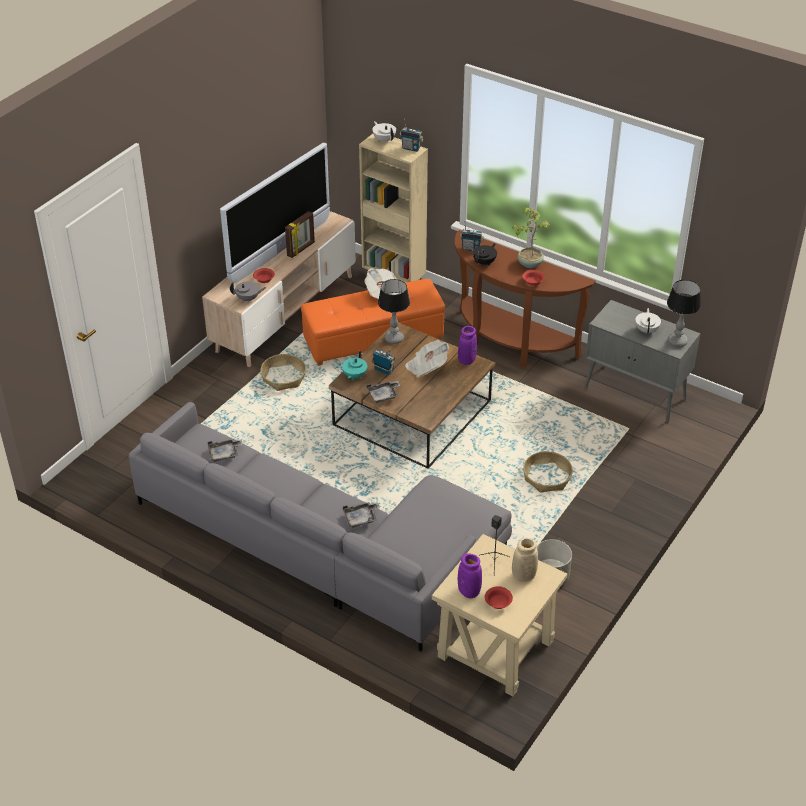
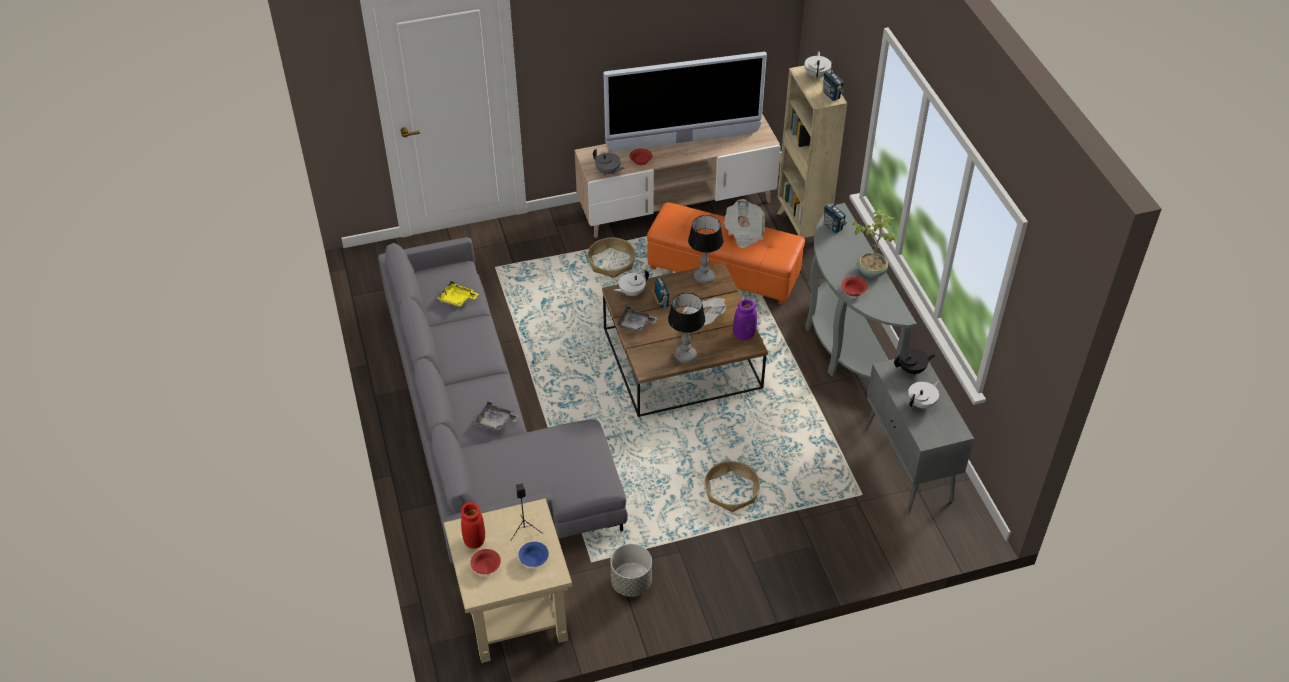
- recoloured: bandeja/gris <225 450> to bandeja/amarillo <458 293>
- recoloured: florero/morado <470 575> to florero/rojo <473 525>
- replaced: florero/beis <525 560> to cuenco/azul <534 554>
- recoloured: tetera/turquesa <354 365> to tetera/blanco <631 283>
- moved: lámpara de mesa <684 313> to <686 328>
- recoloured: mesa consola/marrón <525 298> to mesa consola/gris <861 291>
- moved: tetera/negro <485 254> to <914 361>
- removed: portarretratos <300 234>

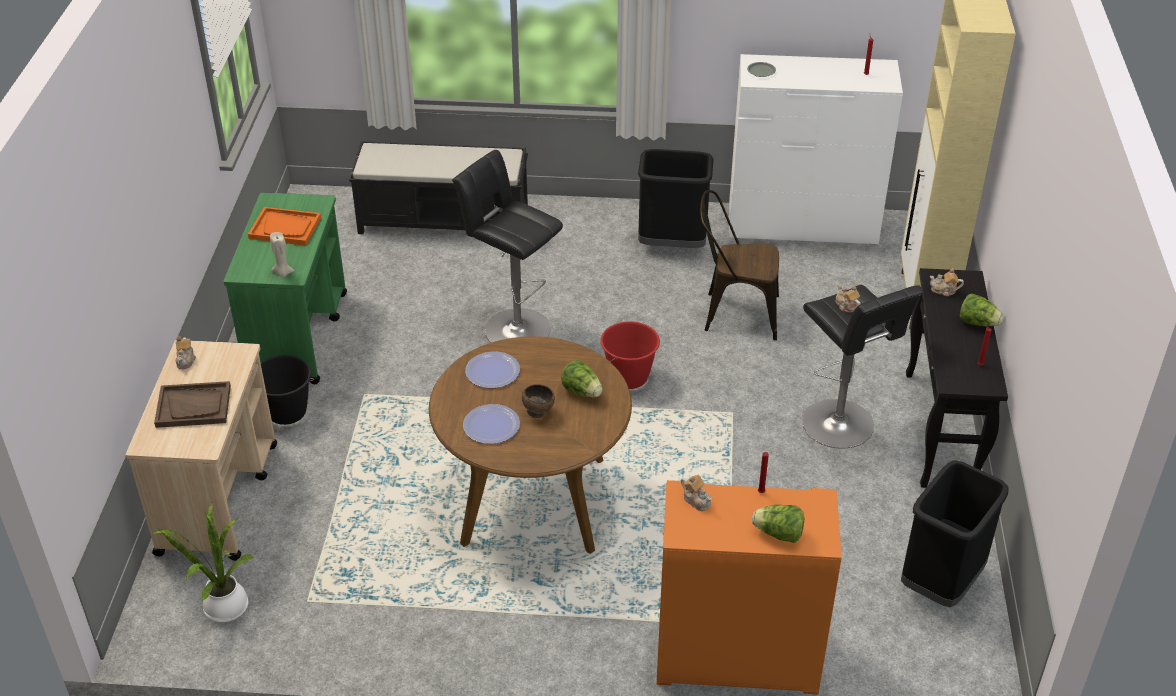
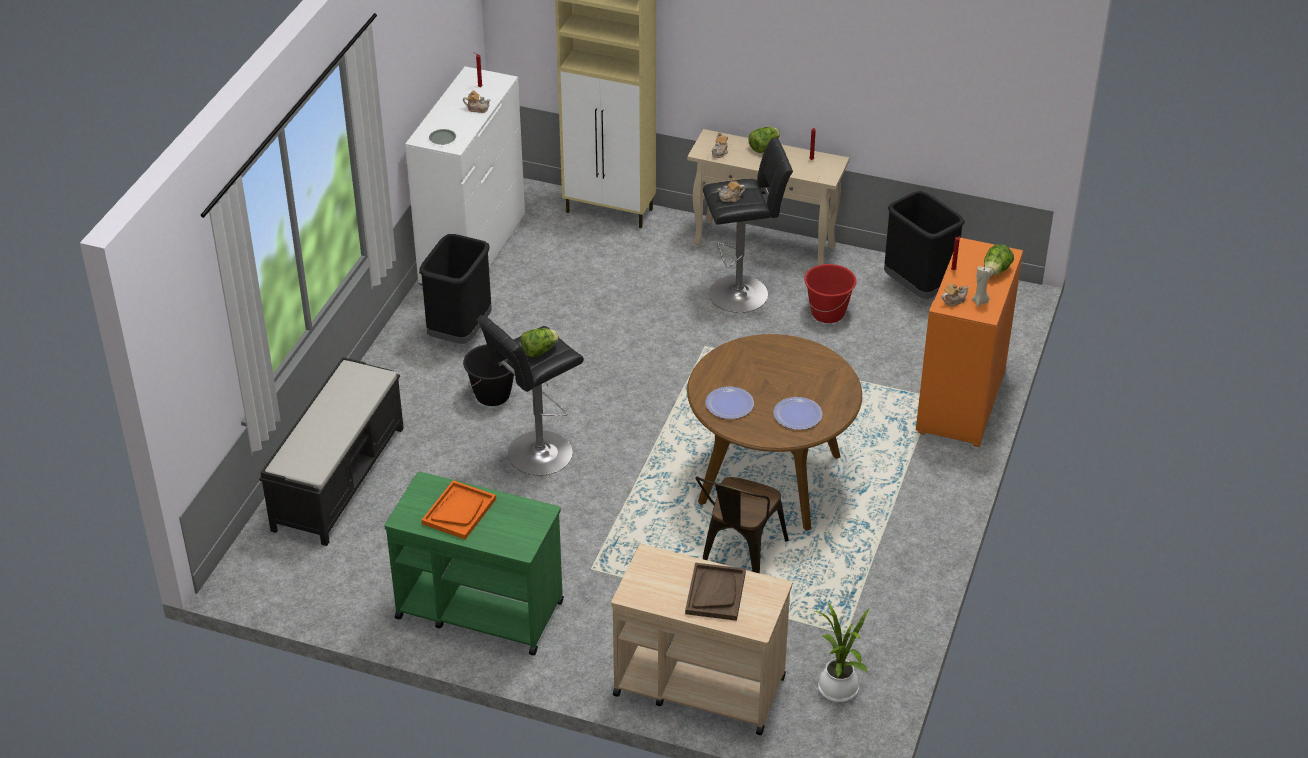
- moved: tetera <186 352> to <476 102>
- moved: cubo/negro <287 390> to <488 375>
- moved: lechuga <581 378> to <540 342>
- recoloured: mesa consola/negro <957 378> to mesa consola/beis <768 197>
- moved: silla/marrón <739 265> to <742 525>
- moved: cubo/rojo <630 355> to <830 293>
- moved: vela/beis <282 254> to <981 286>
- removed: cuenco/marrón <538 401>

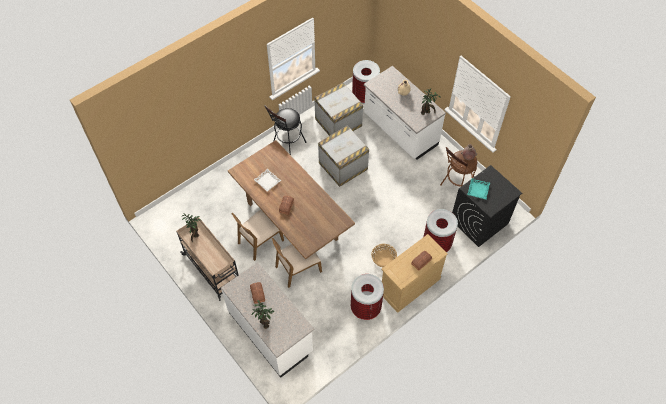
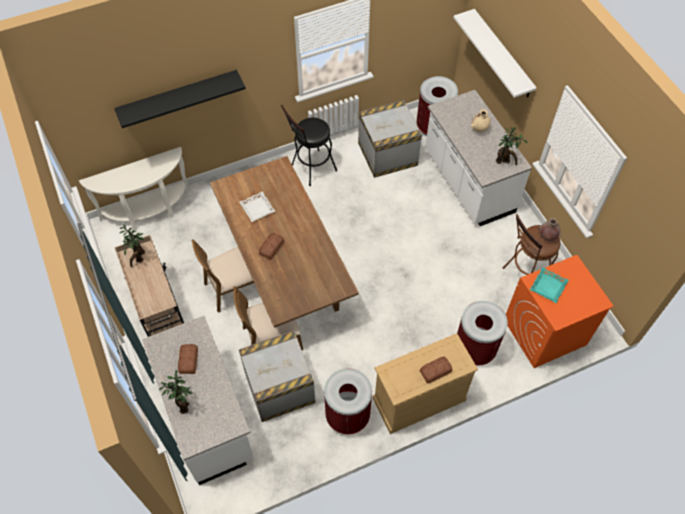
- added: mesa consola/blanco <135 189>
- added: estante/negro <180 99>
- moved: caja de embalaje <343 156> to <277 376>
- added: estante/blanco <495 53>
- recoloured: lavadora/negro <487 206> to lavadora/naranja <560 311>
- removed: cesta <384 255>

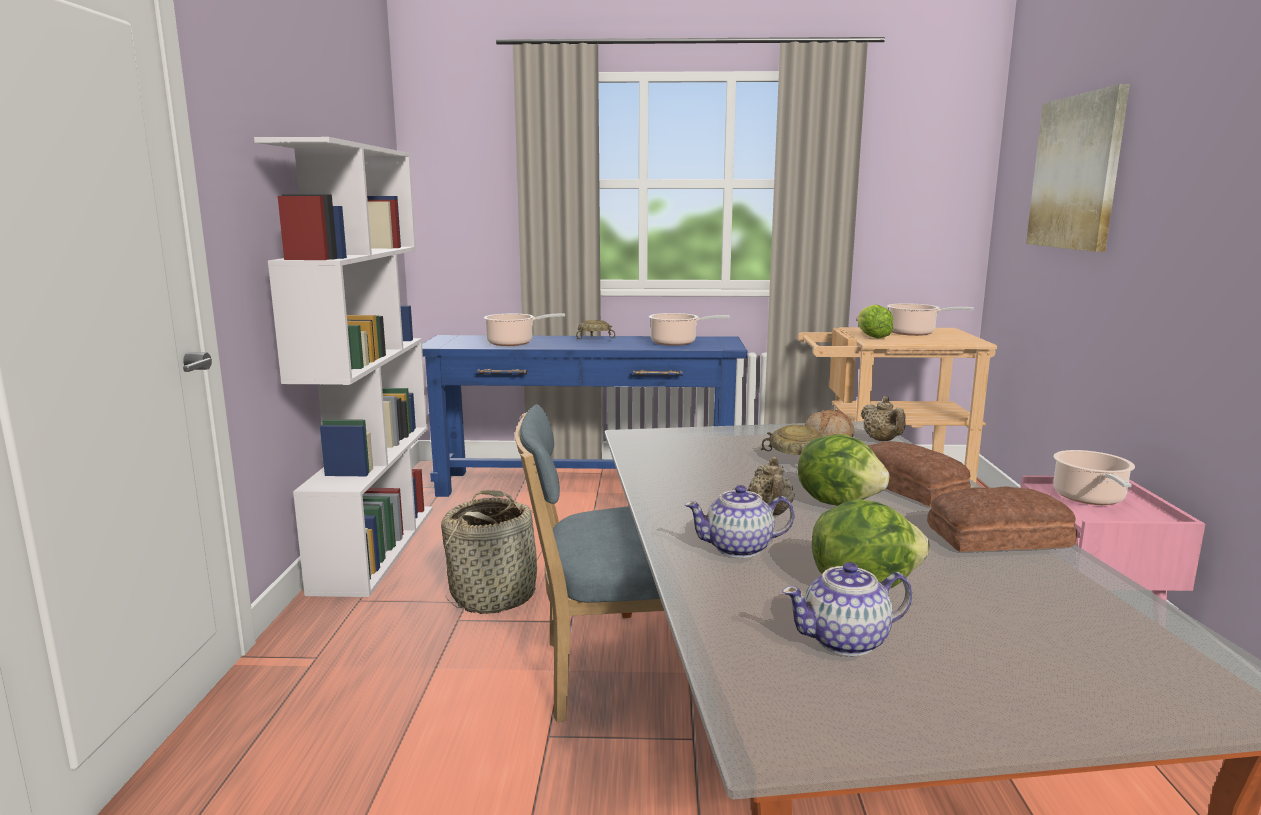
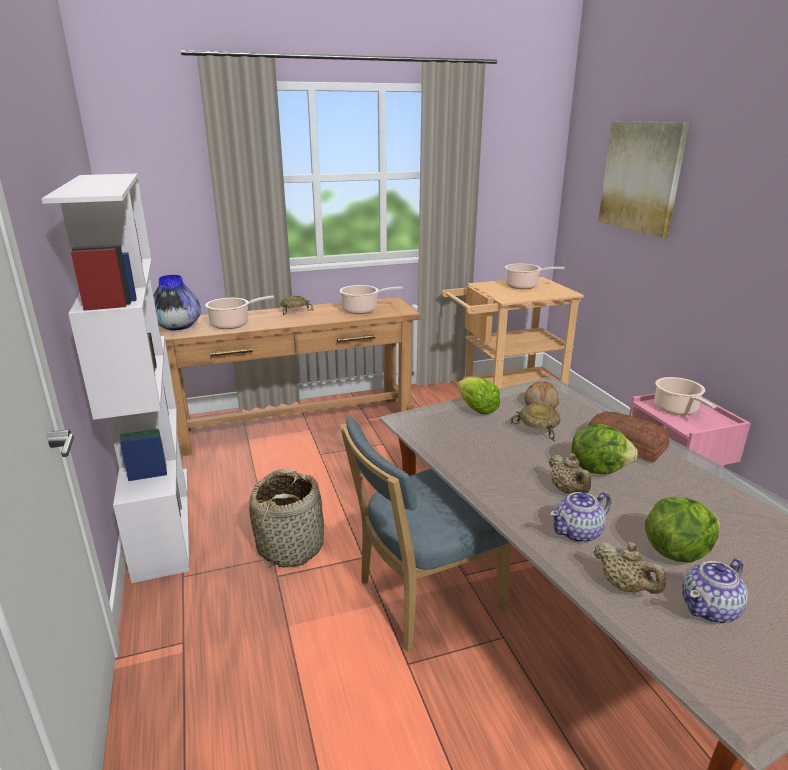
- added: florero <177 302>
- recoloured: mesa consola/azul <584 416> to mesa consola/marrón <290 377>
- moved: lechuga <875 321> to <478 395>
- moved: tetera/beis <883 418> to <630 568>
- removed: pan <1002 519>

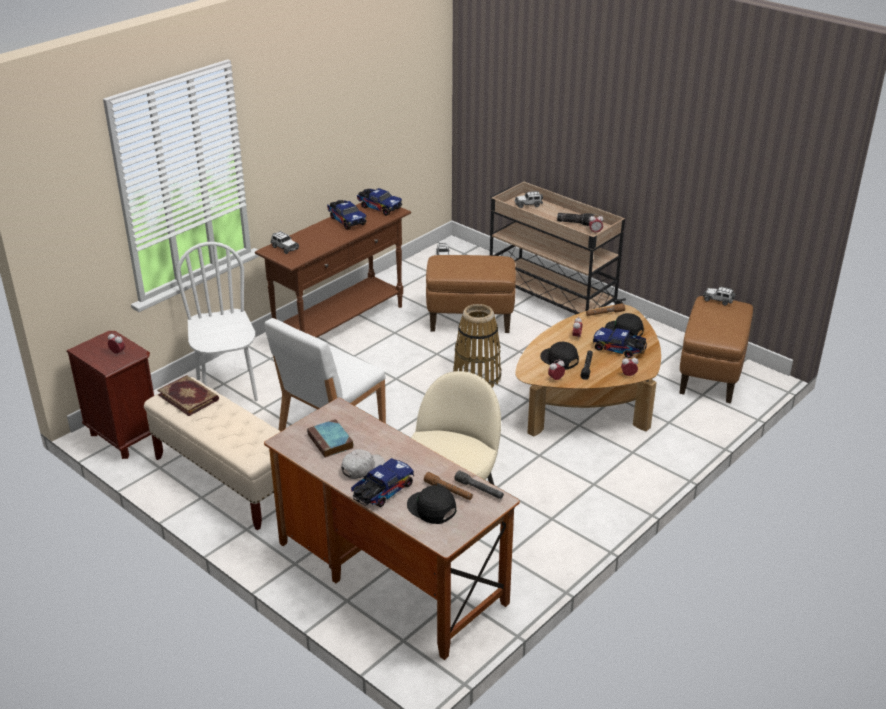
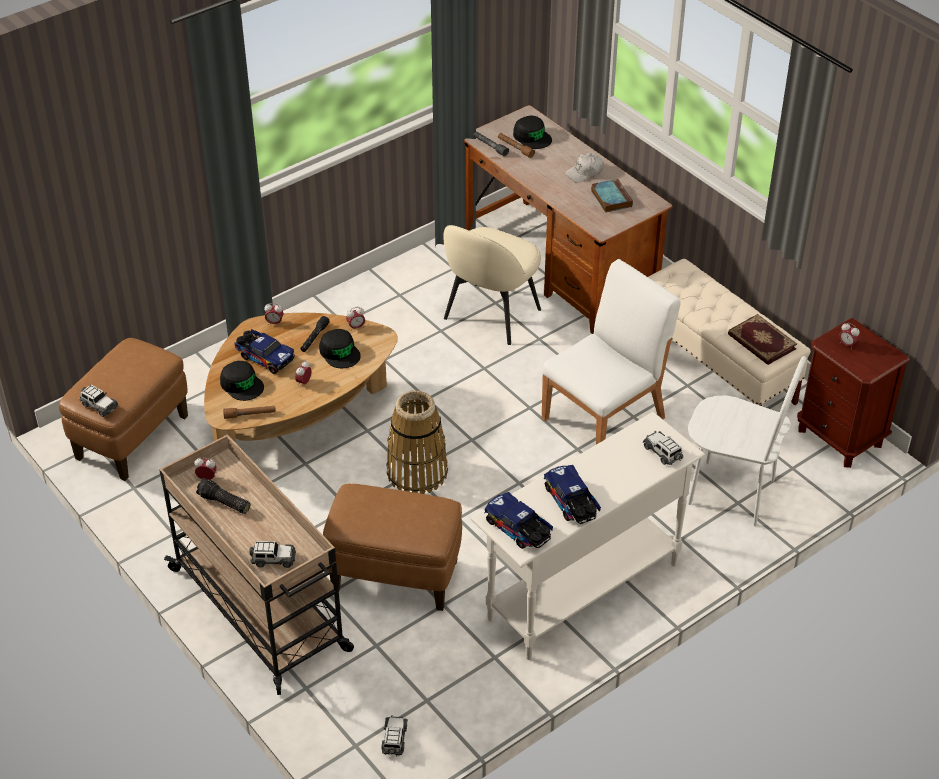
- recoloured: mesa consola/marrón <333 270> to mesa consola/blanco <588 536>
- turned: silla/blanco <217 321> = <747 441> 60 degrees counterclockwise
- removed: camión de juguete <382 482>

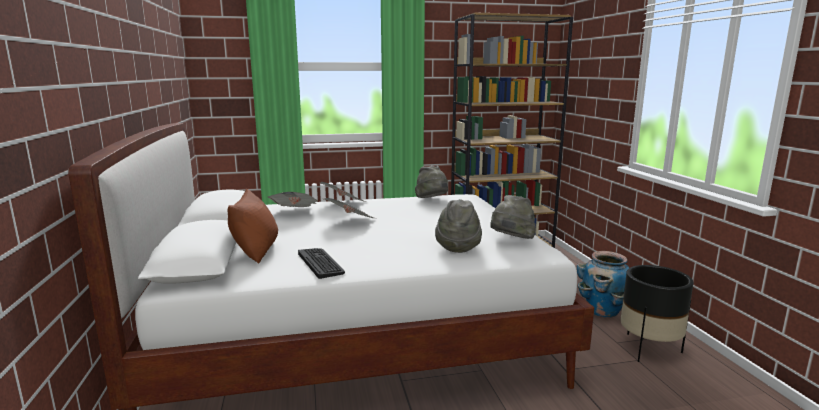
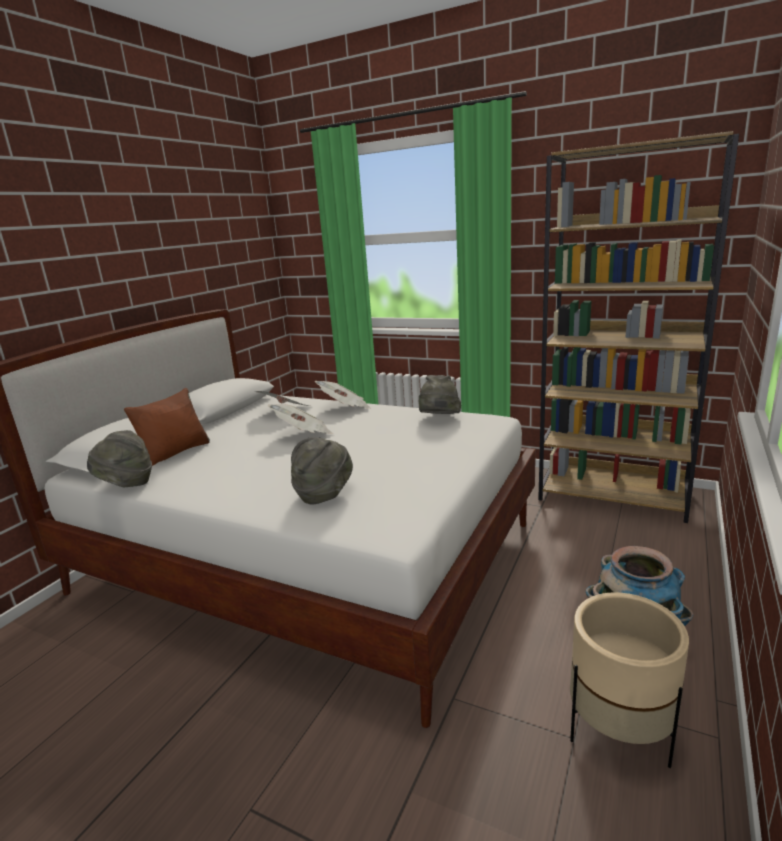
- moved: sombrero/gris <513 217> to <119 458>
- recoloured: maceta/negro <657 313> to maceta/beis <629 680>
- removed: teclado <321 263>

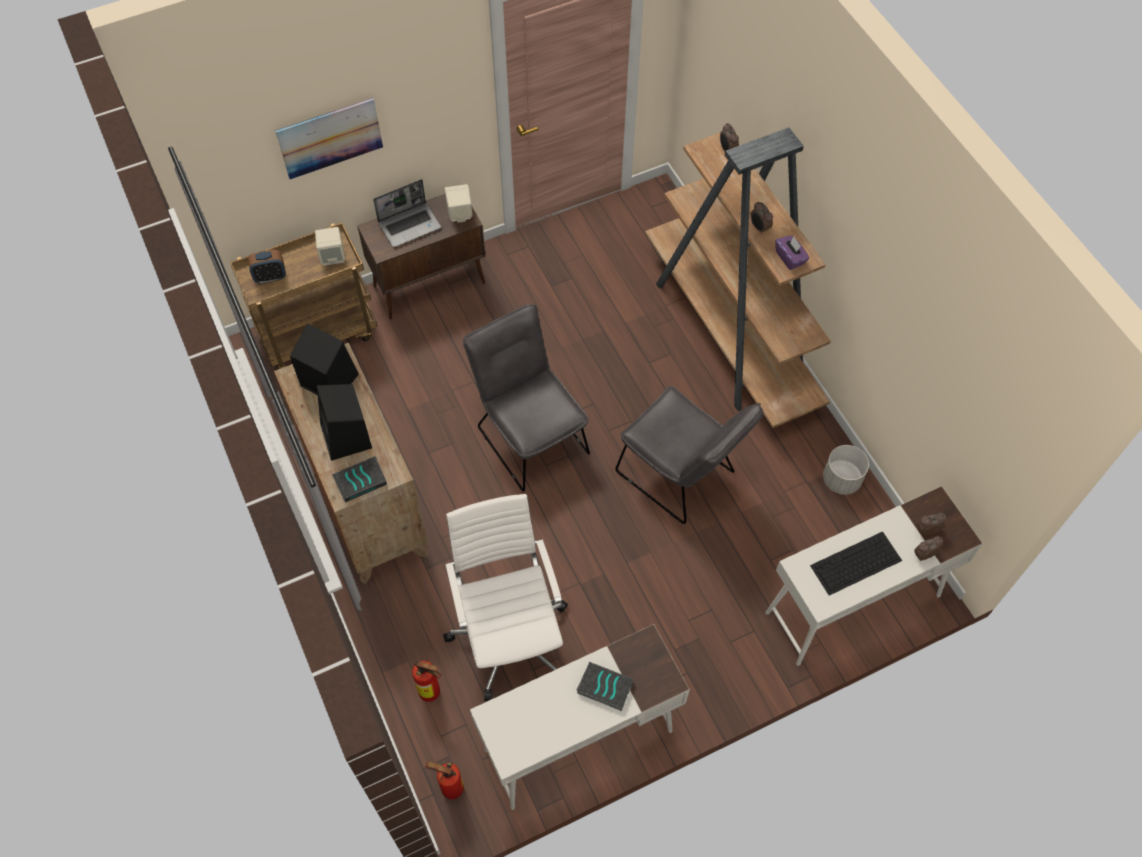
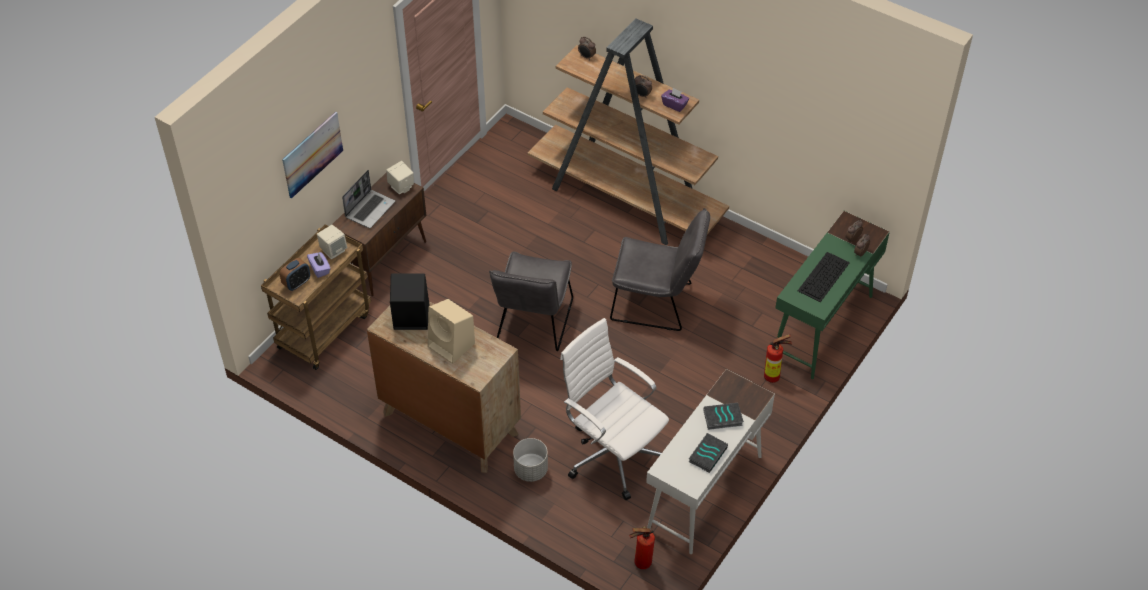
- added: caja de pañuelos/morado <318 265>
- recoloured: altavoz/negro <344 422> to altavoz/beis <451 331>
- turned: silla/gris <526 398> = <531 301> 105 degrees counterclockwise
- moved: maceta/gris <846 470> to <530 460>
- moved: libro <359 479> to <708 453>
- moved: extintor <426 680> to <778 358>
- recoloured: escritorio/blanco <874 576> to escritorio/verde <832 295>

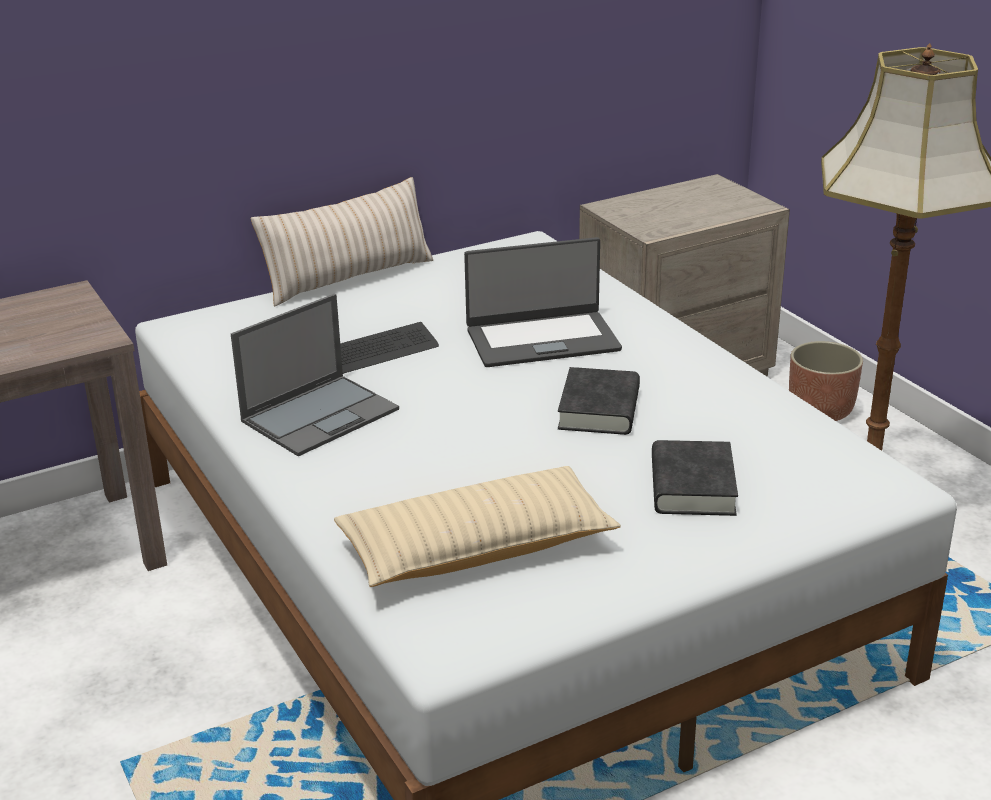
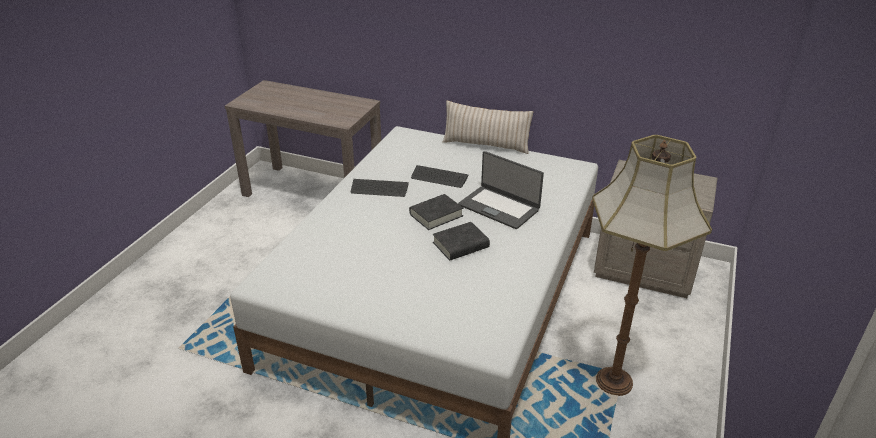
- replaced: portátil <315 375> to teclado <380 188>
- moved: libro/negro <695 478> to <436 212>
- removed: cojín/beis <477 526>
- removed: maceta <826 381>

